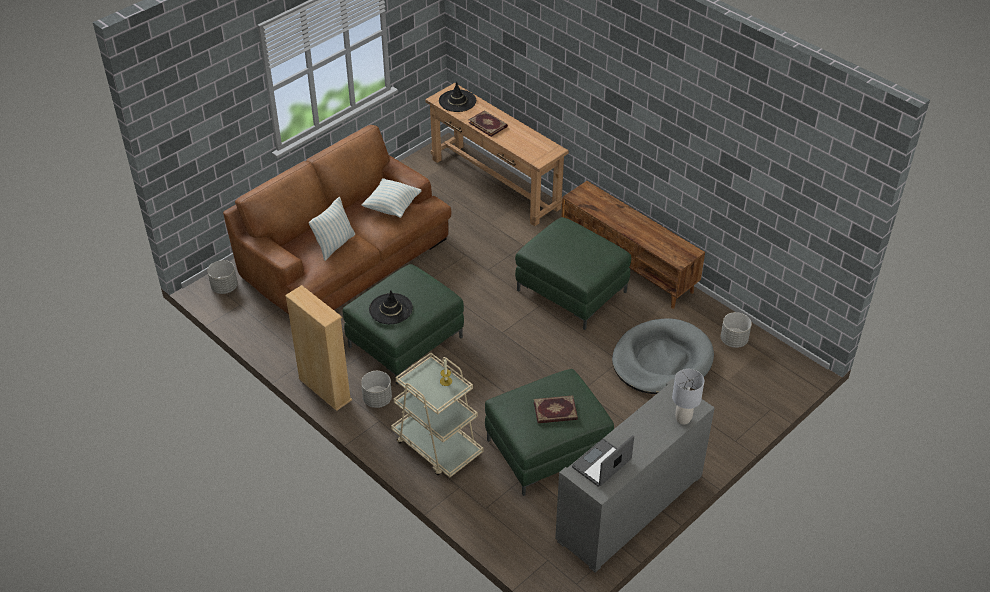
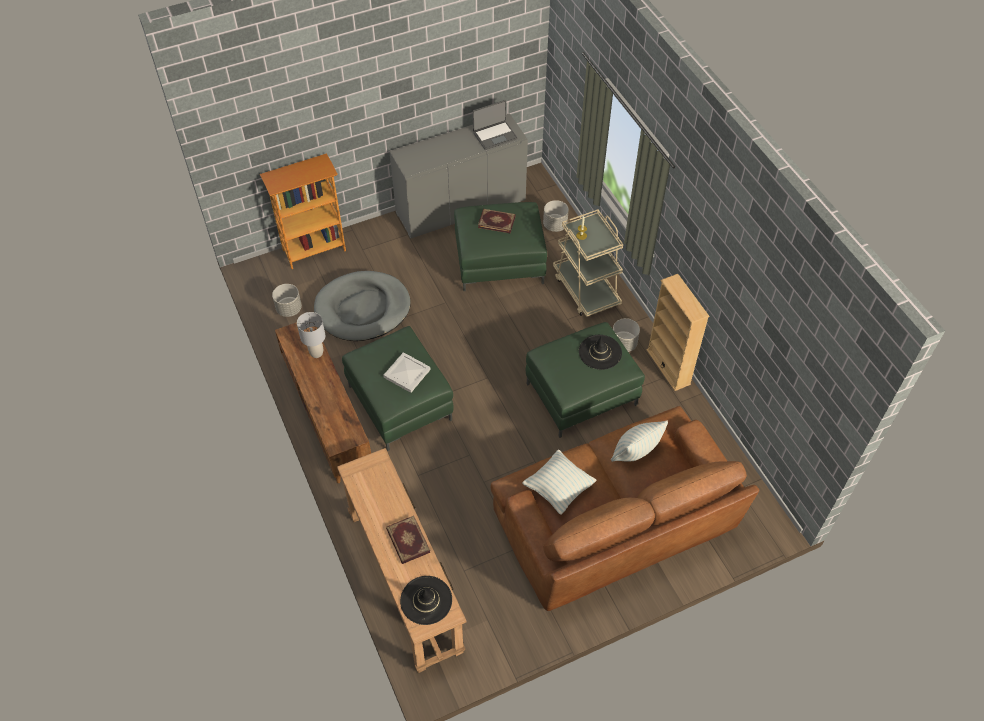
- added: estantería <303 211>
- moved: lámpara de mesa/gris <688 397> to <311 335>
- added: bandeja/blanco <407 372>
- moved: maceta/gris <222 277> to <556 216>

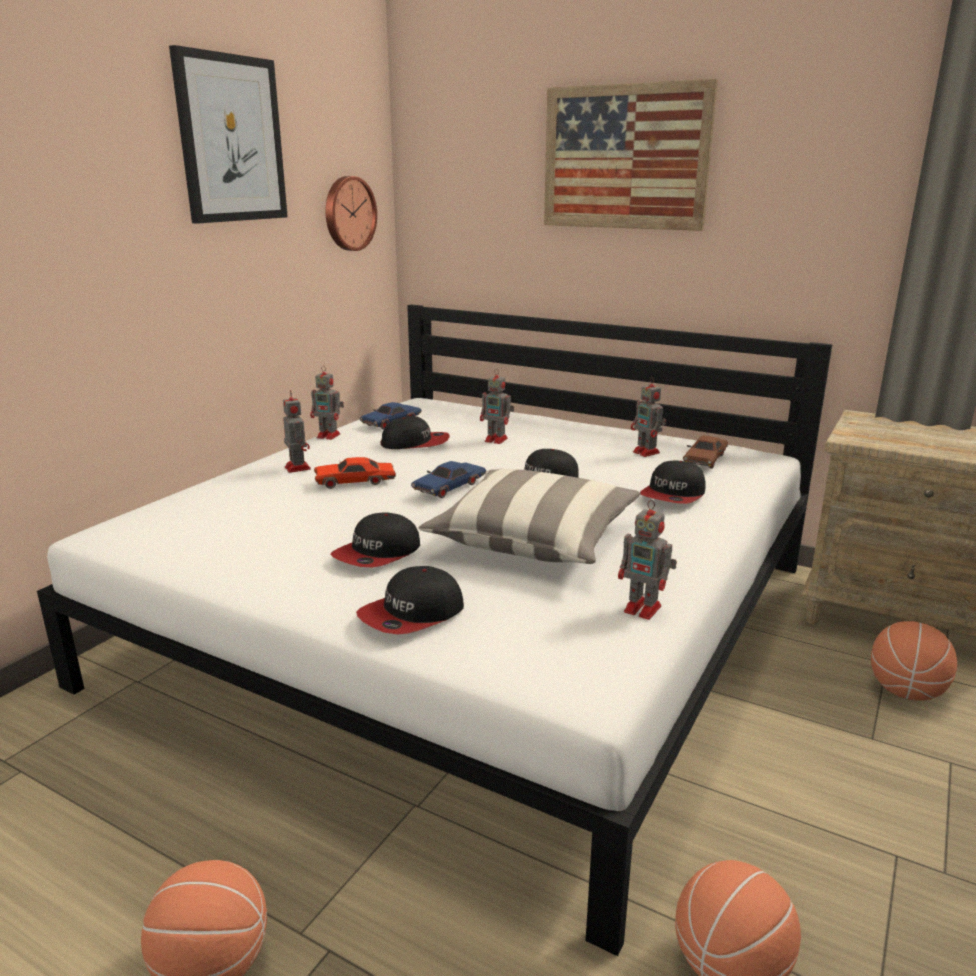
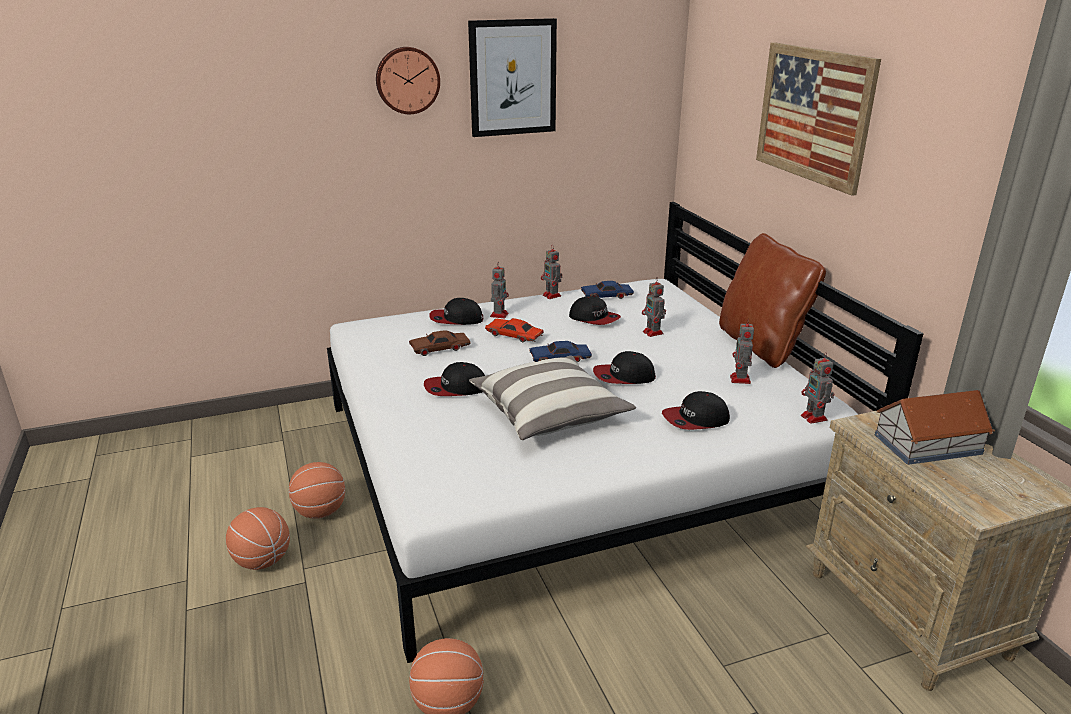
- moved: balón de baloncesto <914 661> to <317 490>
- moved: reloj de pared <351 213> to <408 80>
- moved: coche de juguete/marrón <705 452> to <439 343>
- moved: gorra <410 600> to <456 311>
- added: cojín/marrón <772 300>
- moved: robot de juguete <647 560> to <817 388>
- added: casita <935 427>

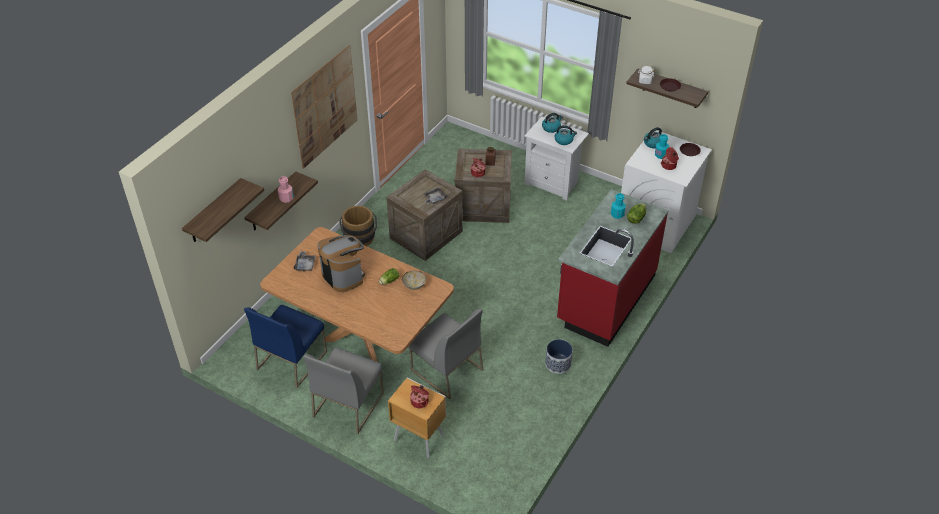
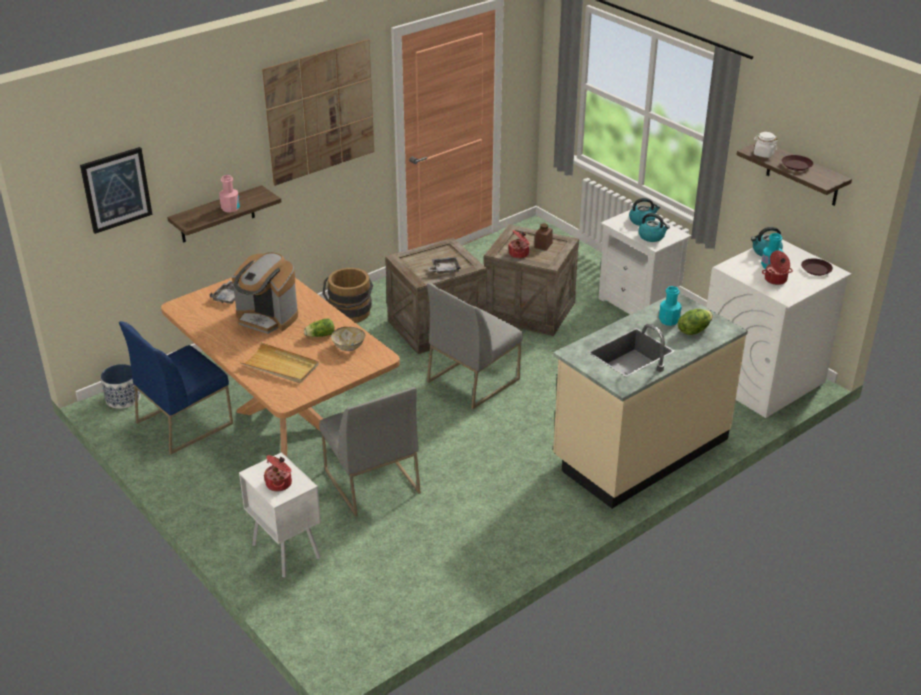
- replaced: estante <223 210> to cuadro <116 190>
- moved: maceta <559 356> to <121 386>
- turned: cafetera <341 263> = <265 293> 135 degrees clockwise
- recoloured: mesita de noche/marrón <417 418> to mesita de noche/blanco <280 515>
- added: bandeja/beis <279 362>
- moved: silla/gris <343 391> to <475 346>
- recoloured: mueble bajo de cocina/rojo <612 268> to mueble bajo de cocina/beis <650 400>

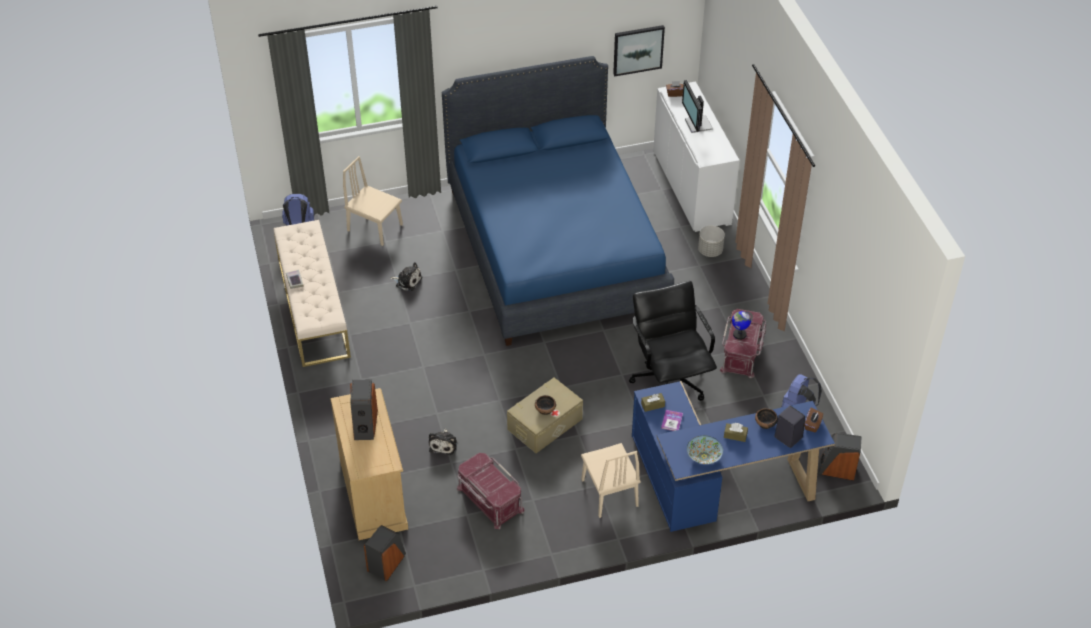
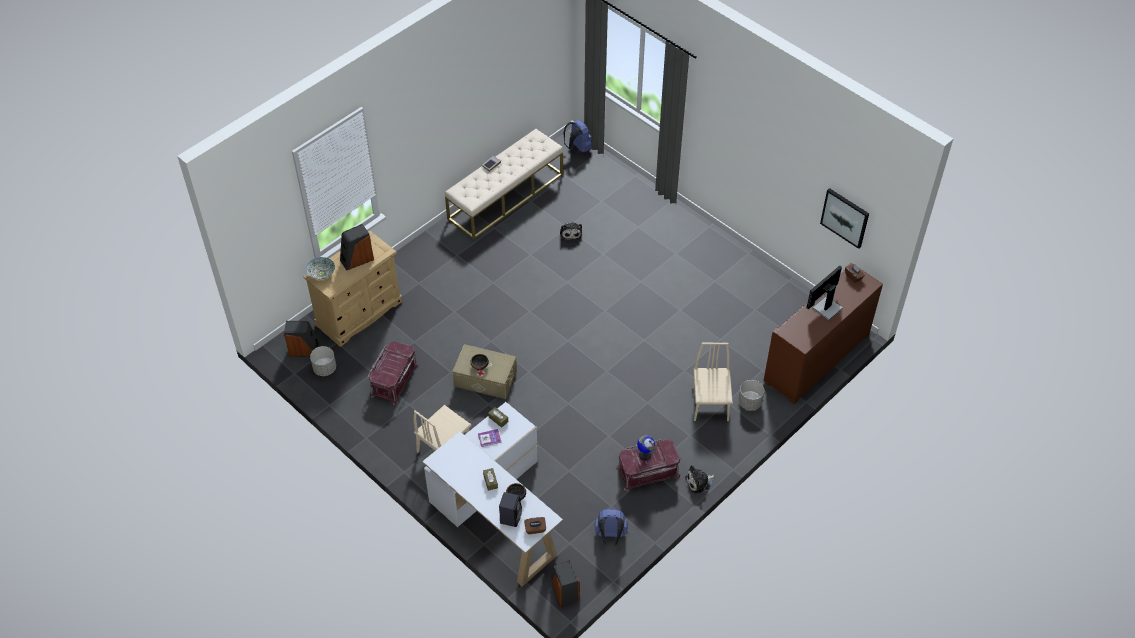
- moved: cuenco <705 450> to <320 268>
- added: maceta/gris <323 361>
- recoloured: escritorio/azul <733 456> to escritorio/blanco <492 494>
- moved: peluche <443 442> to <700 479>
- moved: silla/beis <373 201> to <712 382>
- recoloured: armario/blanco <696 157> to armario/marrón <823 333>
- removed: cama/azul <558 201>
- removed: silla de oficina/negro <673 341>

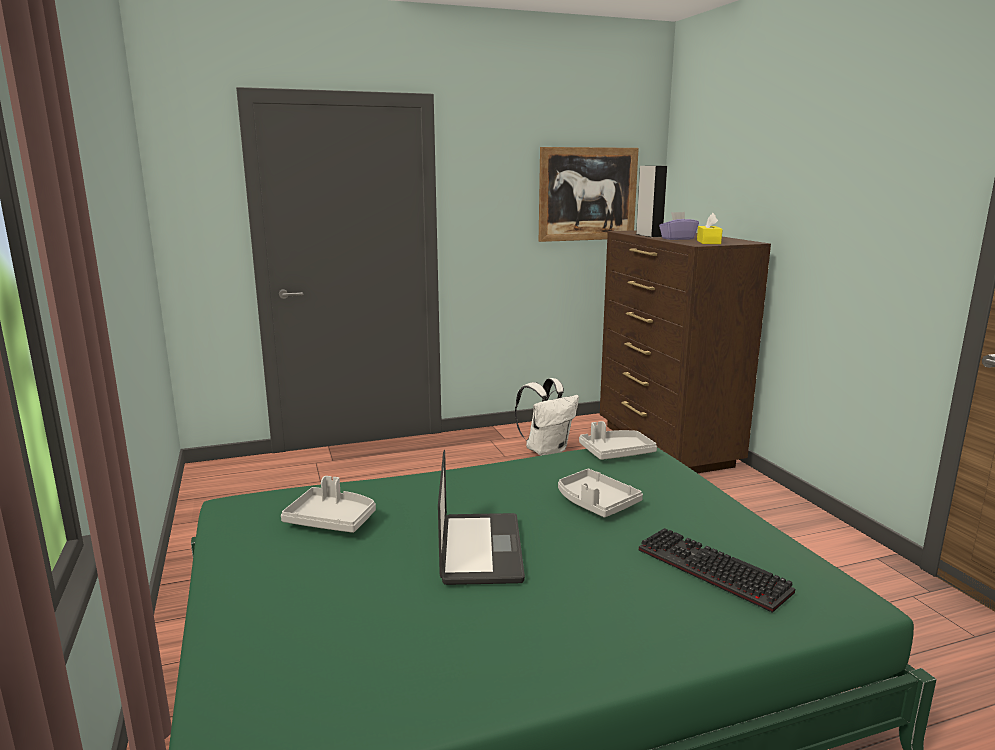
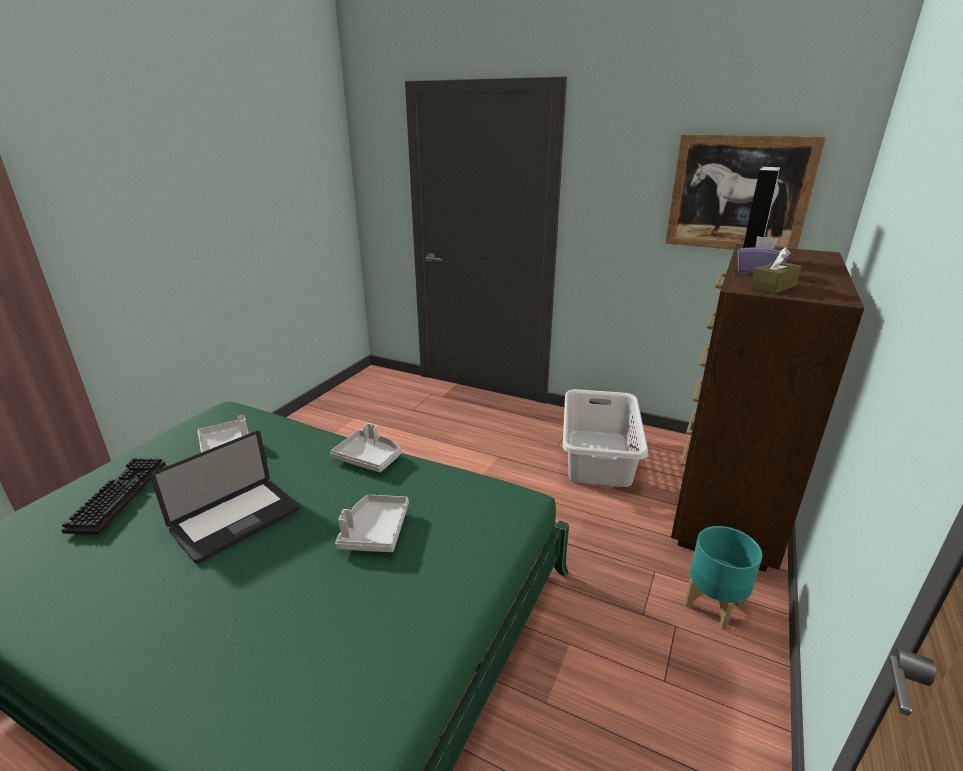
- moved: teclado <717 570> to <113 496>
- moved: bandeja/gris <618 440> to <365 447>
- replaced: mochila/blanco <547 417> to cesto de la ropa/gris <605 438>
- added: maceta/turquesa <724 578>
- recoloured: caja de pañuelos/amarillo <710 228> to caja de pañuelos/marrón <775 270>

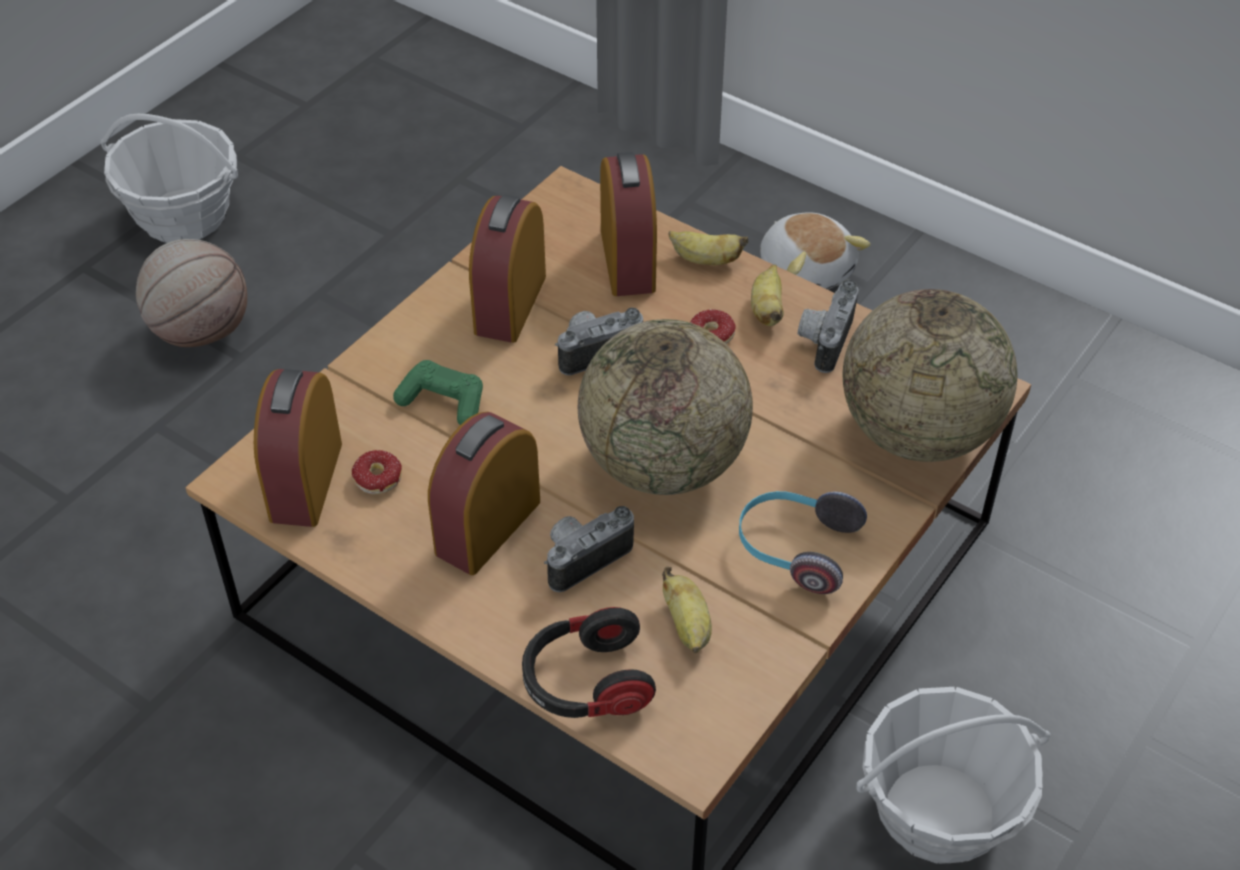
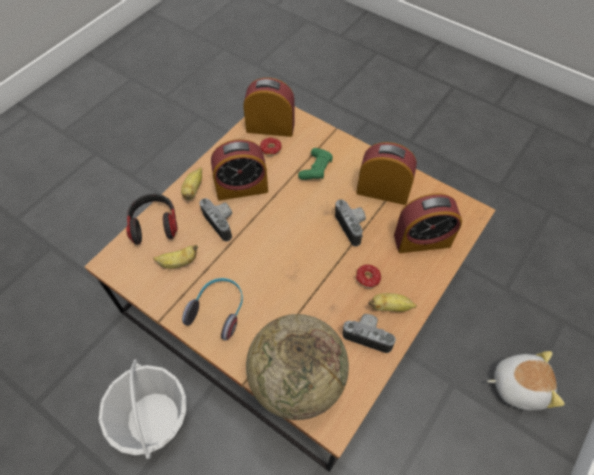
- moved: plátano <708 248> to <191 184>
- turned: despertador <484 493> = <239 170> 135 degrees clockwise
- turned: peluche <815 251> = <526 380> 150 degrees counterclockwise
- removed: cesta <169 178>
- removed: balón de baloncesto <191 293>
- removed: globo terráqueo <665 407>

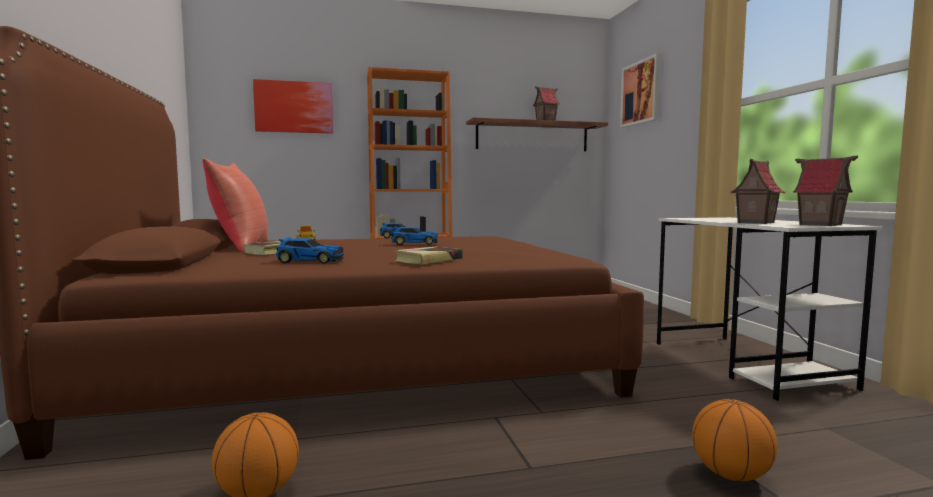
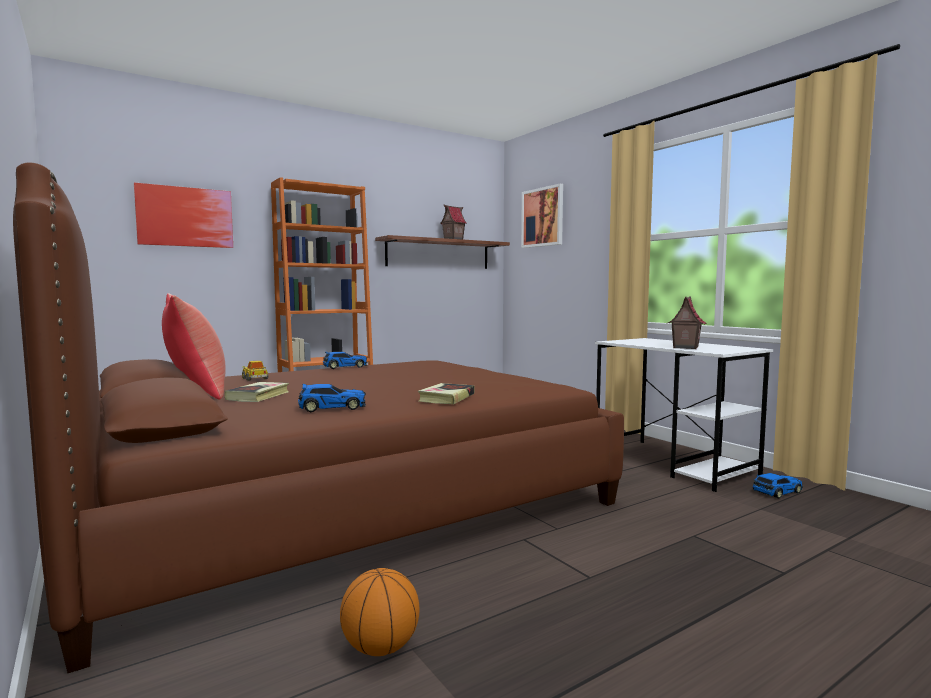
- moved: coche de juguete <414 235> to <778 486>
- removed: balón de baloncesto <735 440>
- removed: casita <825 191>

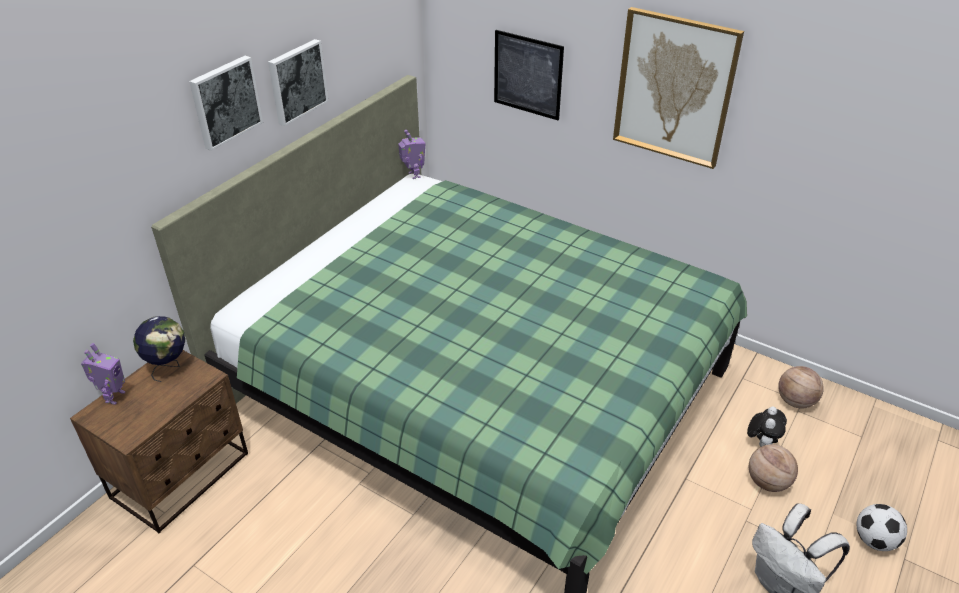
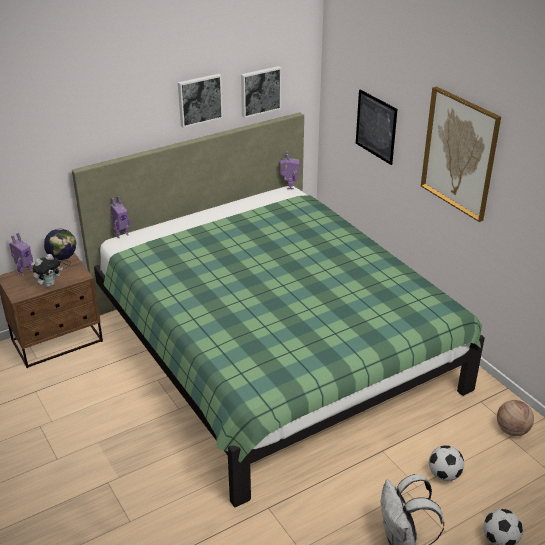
- moved: peluche <767 427> to <47 270>
- added: robot de juguete <120 217>
- moved: cuadro <226 103> to <261 92>
- replaced: balón de baloncesto <773 468> to balón de fútbol <446 463>

